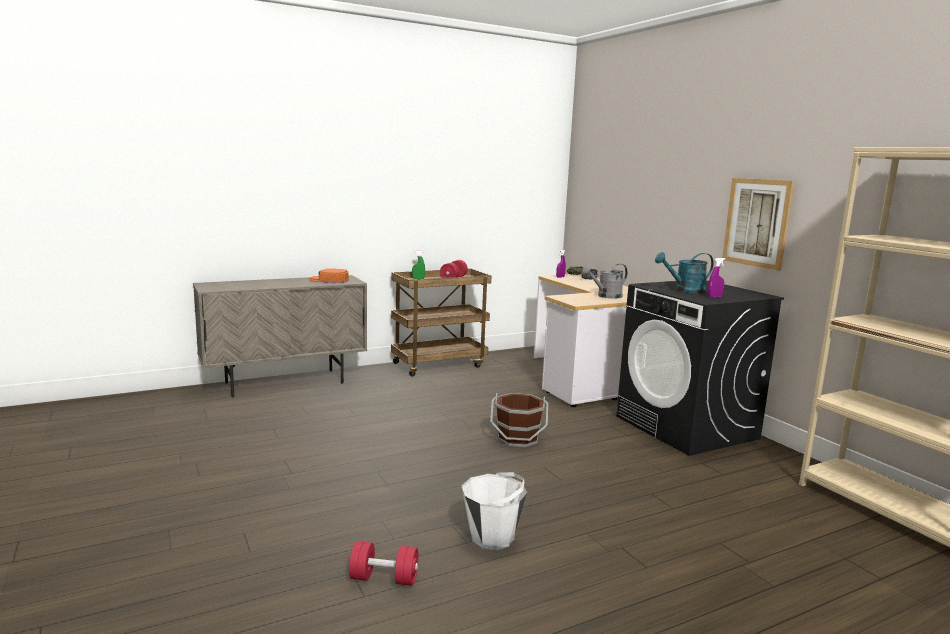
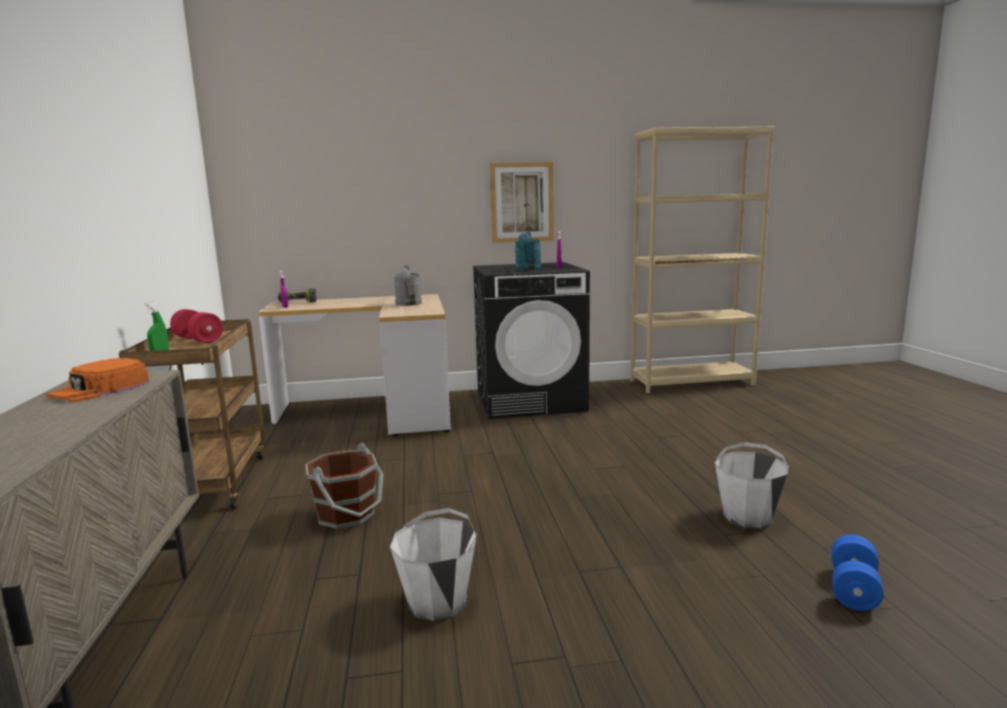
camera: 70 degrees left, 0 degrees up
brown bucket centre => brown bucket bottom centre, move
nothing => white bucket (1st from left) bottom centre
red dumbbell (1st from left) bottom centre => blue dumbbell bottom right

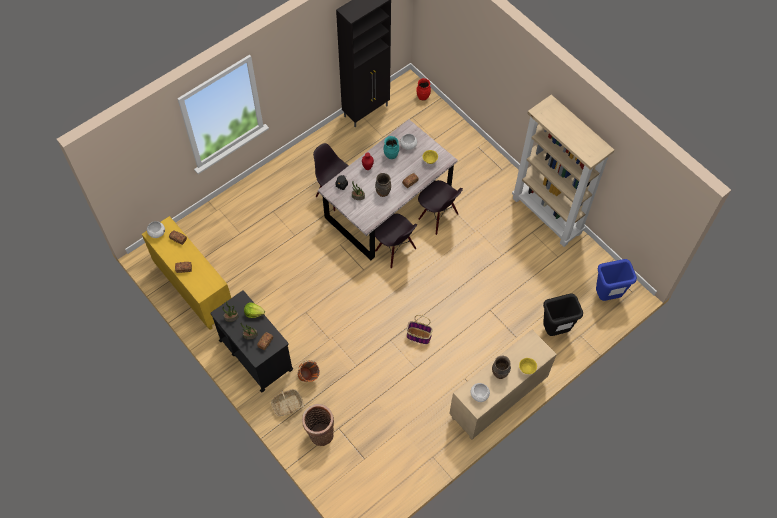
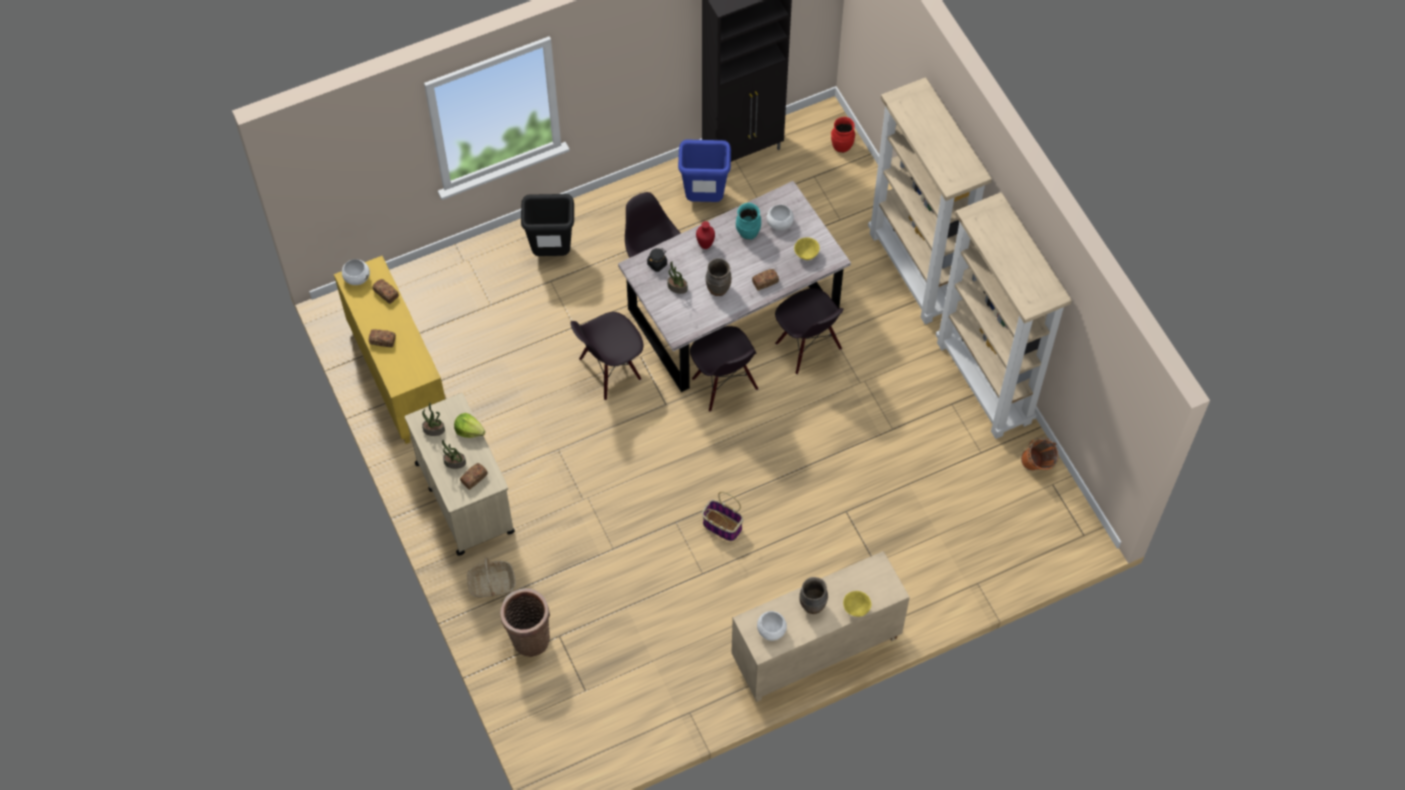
camera: 15 degrees right, 0 degrees up
black cart middle left => beige cart middle left
black trash can middle right => black trash can top centre, move
nothing => black chair (1st from left) centre
blue trash can middle right => blue trash can top centre, move
nothing => beige bookcase (1st from left) top centre
orange bucket bottom centre => orange bucket middle right, move

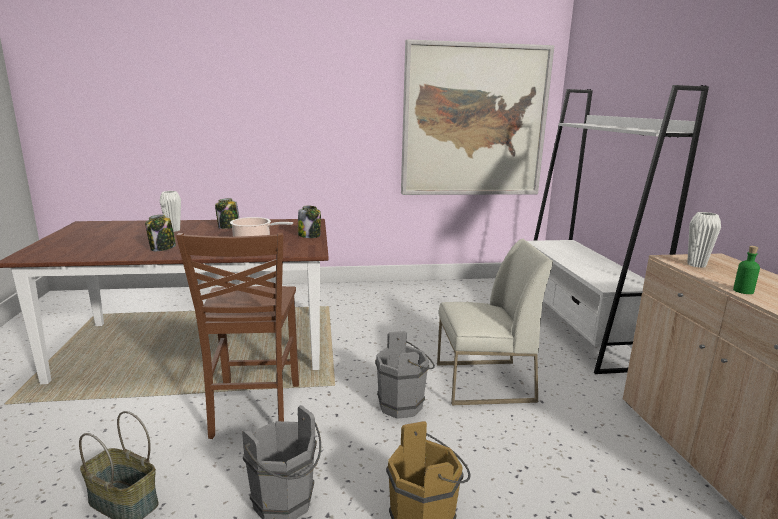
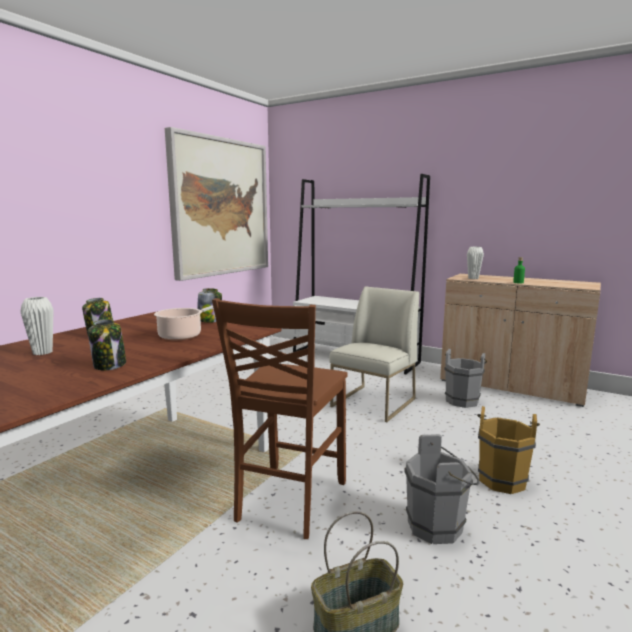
camera: 50 degrees left, 5 degrees down
brown chair middle left => brown chair centre, 75 degrees clockwise
grey bucket (2nd from left) bottom centre => grey bucket (2nd from left) middle right, move

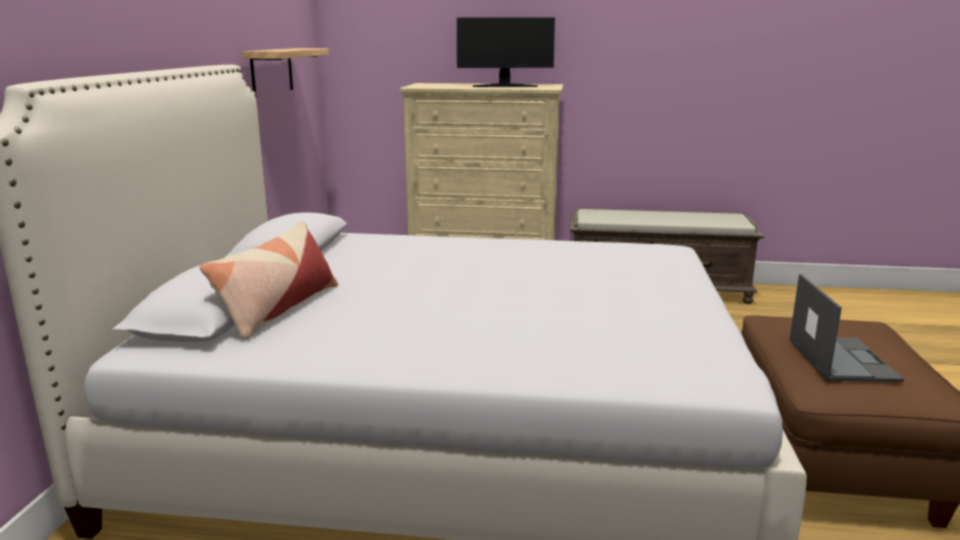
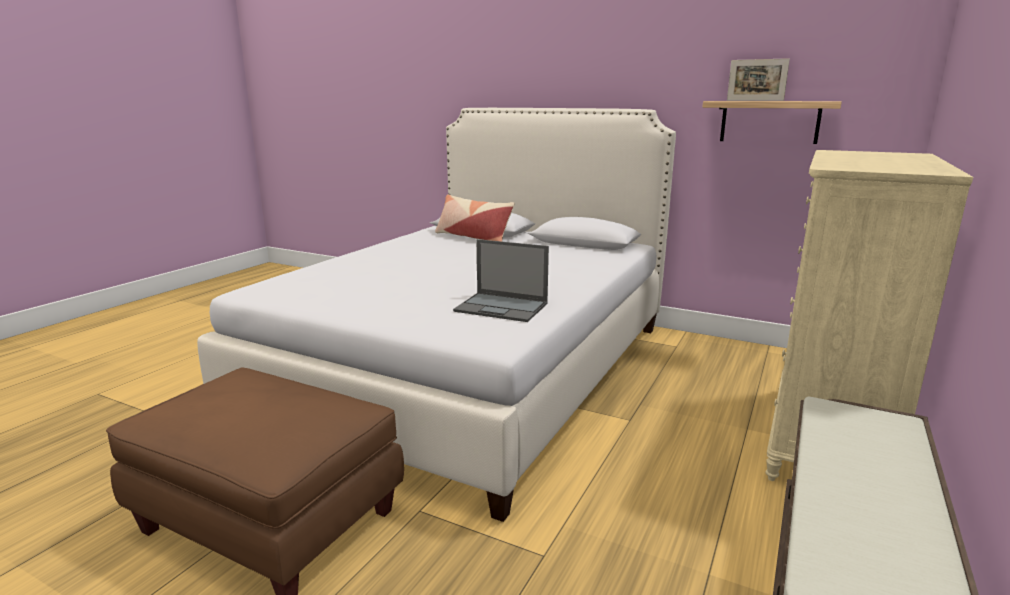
camera: 110 degrees right, 0 degrees up
laptop middle right => laptop centre, move
nothing => picture frame top right
monitor top centre => nothing

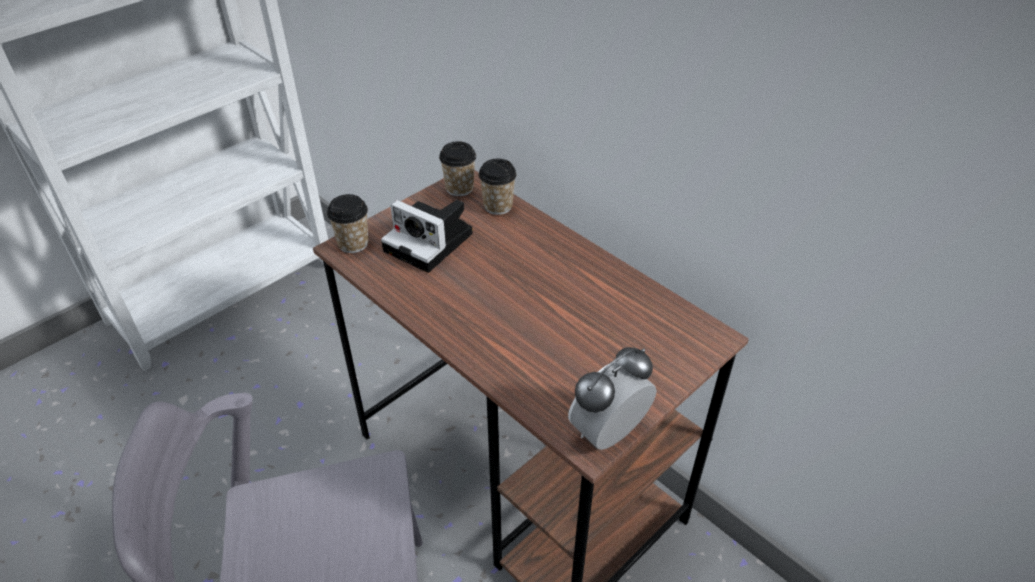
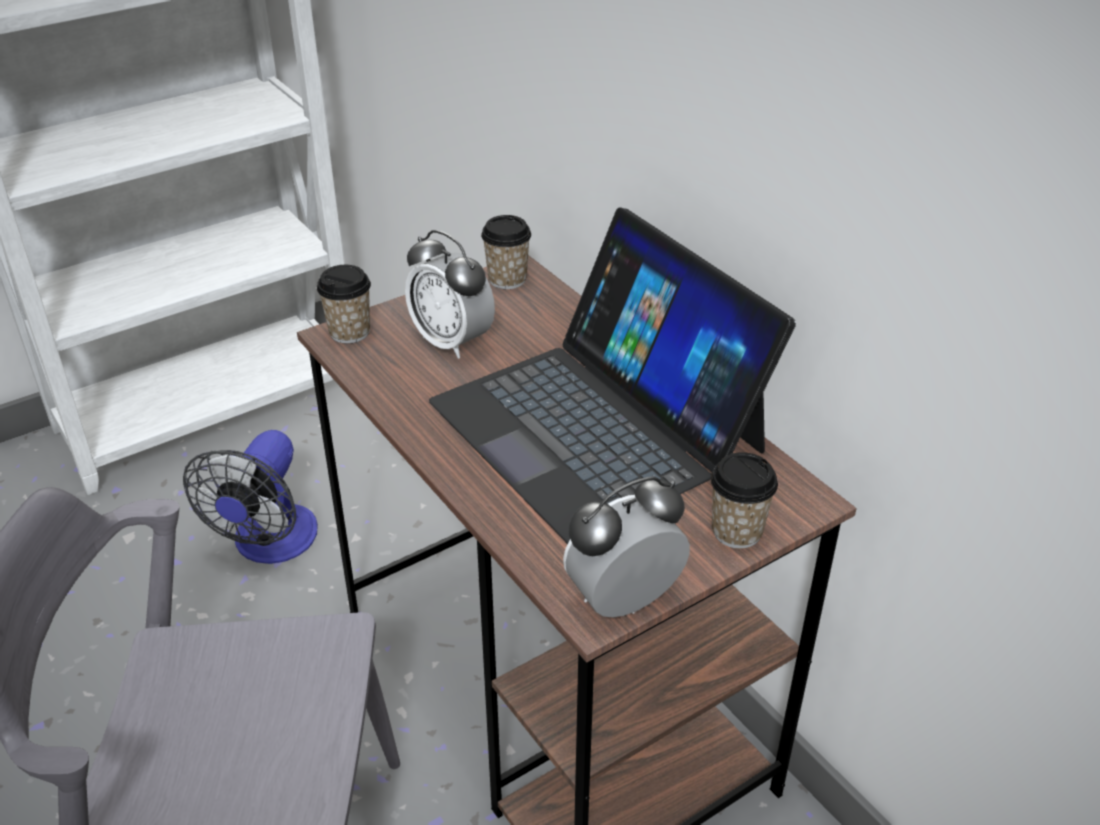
camera: 10 degrees right, 5 degrees down
nothing => fan middle left
photo camera centre => alarm clock (1st from left) centre
nothing => laptop centre
cup (3rd from left) top centre => cup (3rd from left) middle right, move

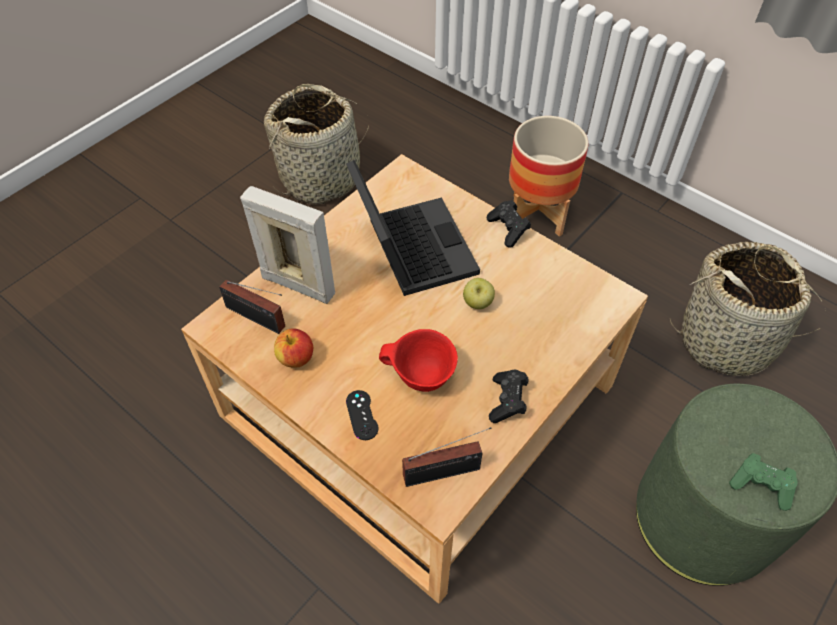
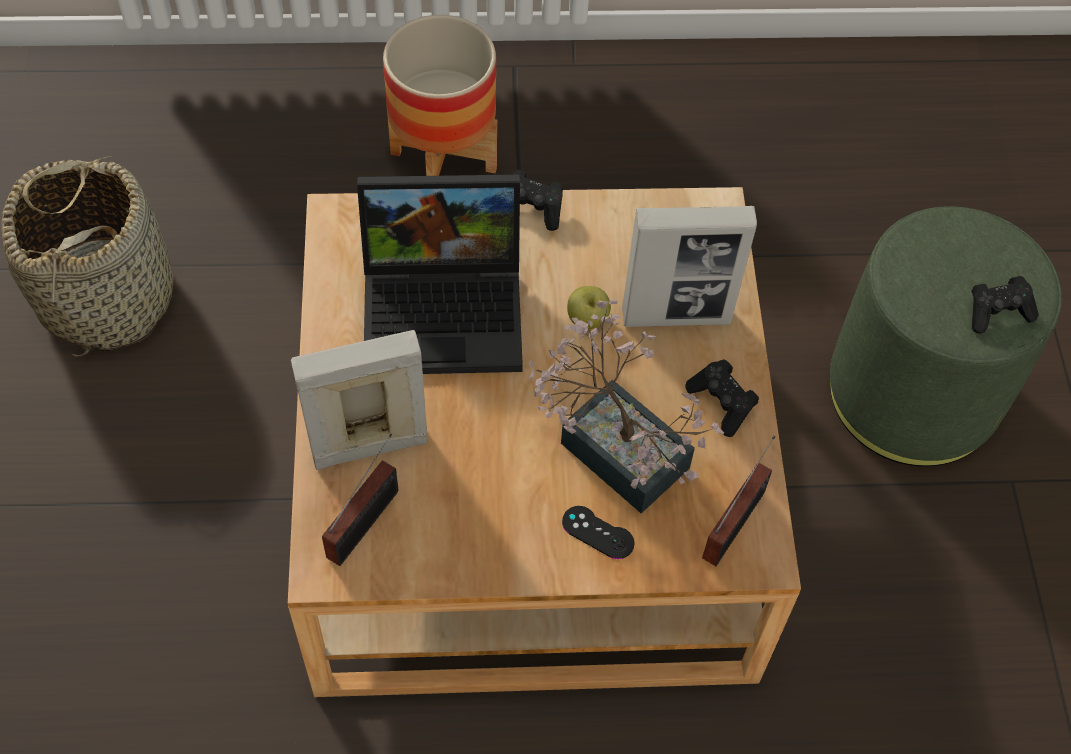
camera: 45 degrees left, 5 degrees up
radio (1st from left) middle left => radio (1st from left) centre, 45 degrees counterclockwise
laptop centre, 150 degrees clockwise
red bowl centre => potted plant centre
nothing => picture frame (2nd from left) centre
green game controller bottom right => black game controller (4th from left) middle right
apple (1st from left) centre => nothing
basket (2nd from left) middle right => nothing

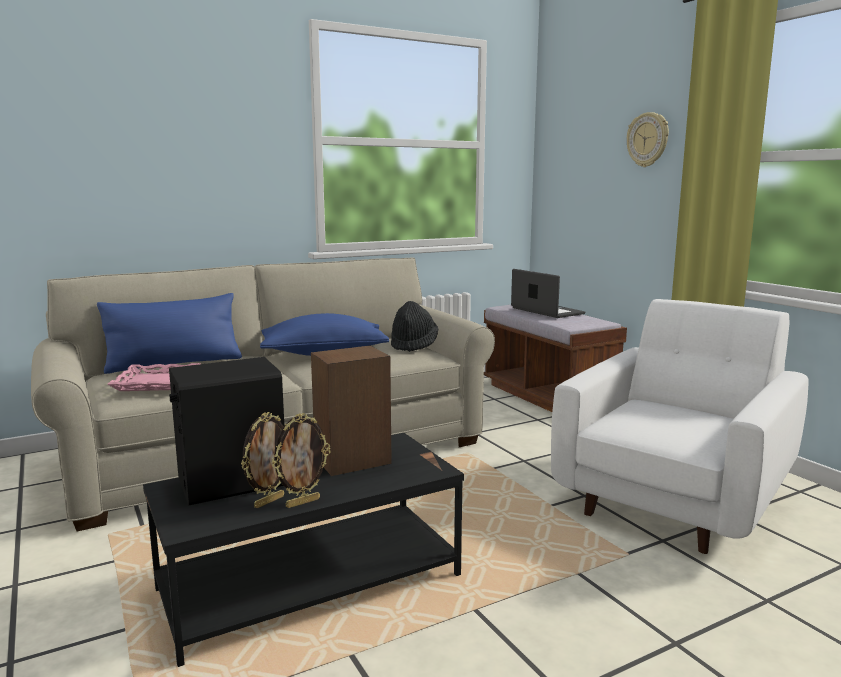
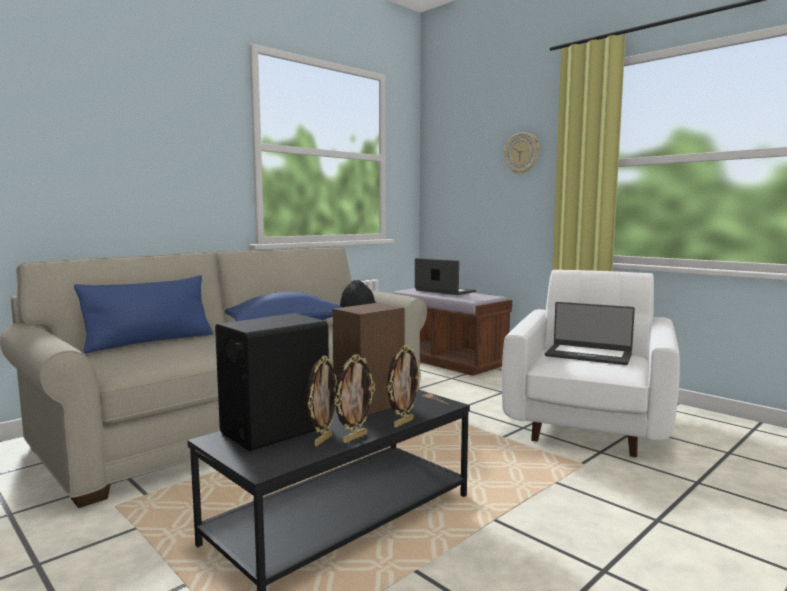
camera: 15 degrees left, 5 degrees down
nothing => picture frame (3rd from left) centre
nothing => laptop (2nd from left) middle right
pink tray middle left => nothing

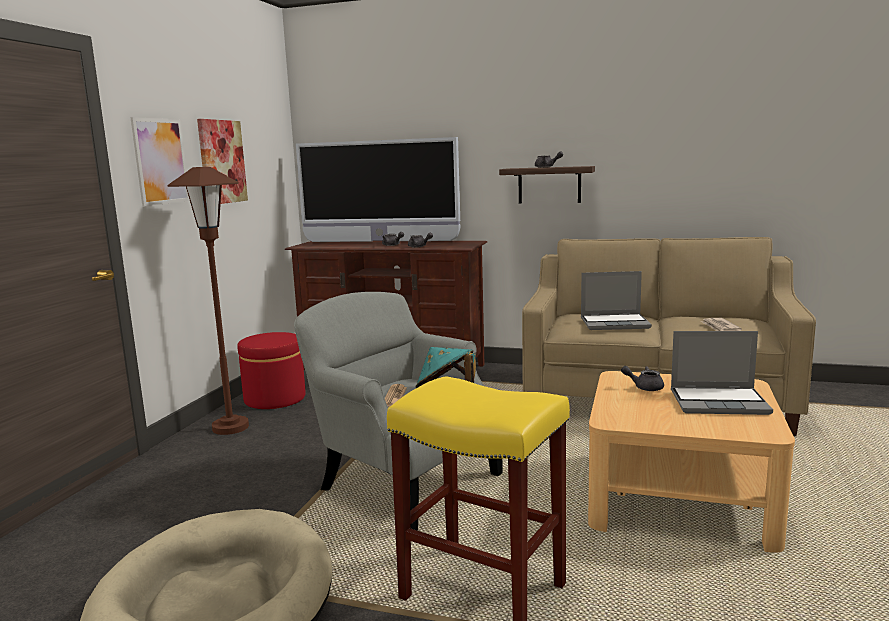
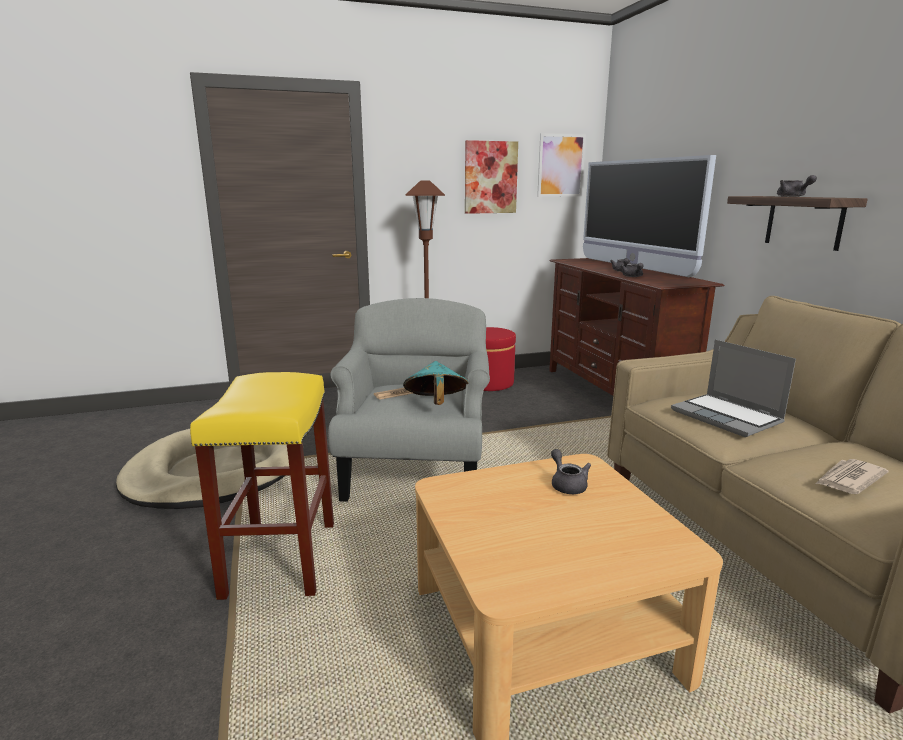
camera: 55 degrees right, 5 degrees up
picture (1st from left in the first image) top left => picture (2nd from left) top centre, move
laptop (2nd from left) middle right => nothing

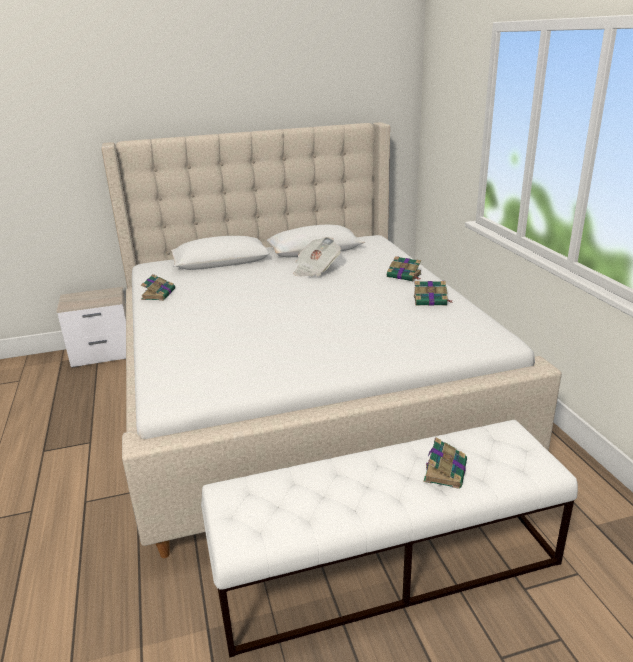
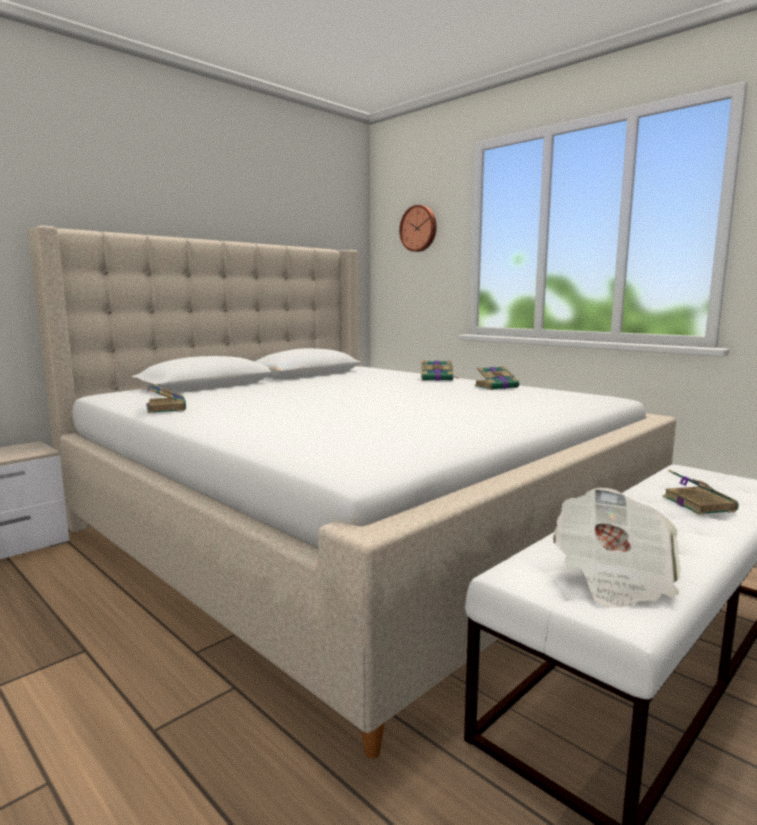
camera: 30 degrees left, 15 degrees down
nothing => wall clock top centre
newspaper centre => newspaper middle right, move

